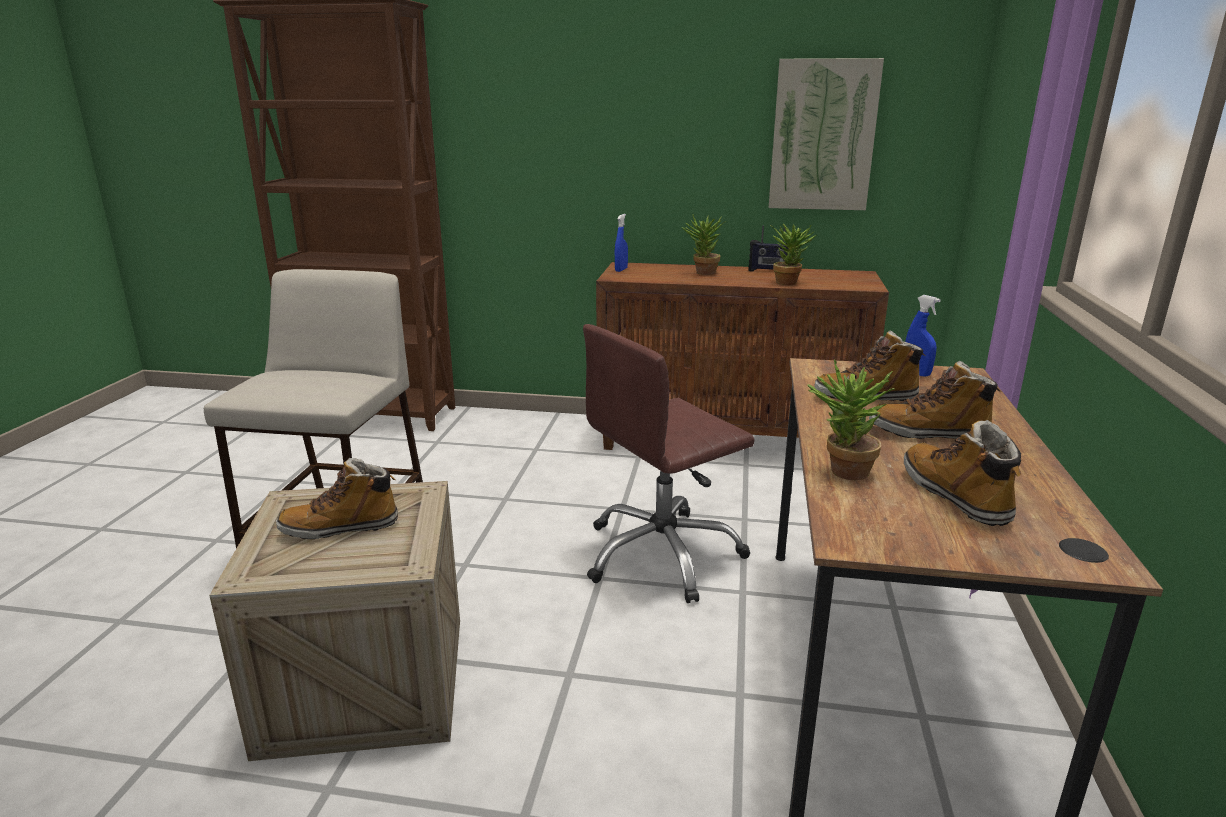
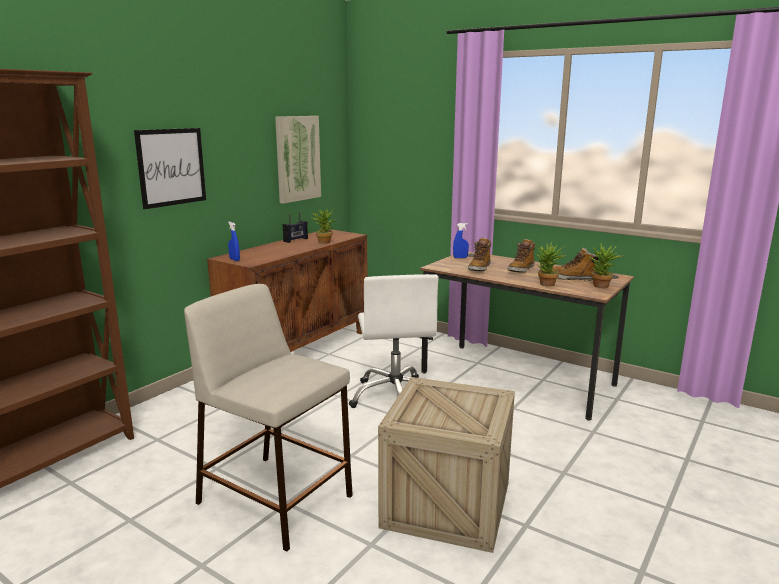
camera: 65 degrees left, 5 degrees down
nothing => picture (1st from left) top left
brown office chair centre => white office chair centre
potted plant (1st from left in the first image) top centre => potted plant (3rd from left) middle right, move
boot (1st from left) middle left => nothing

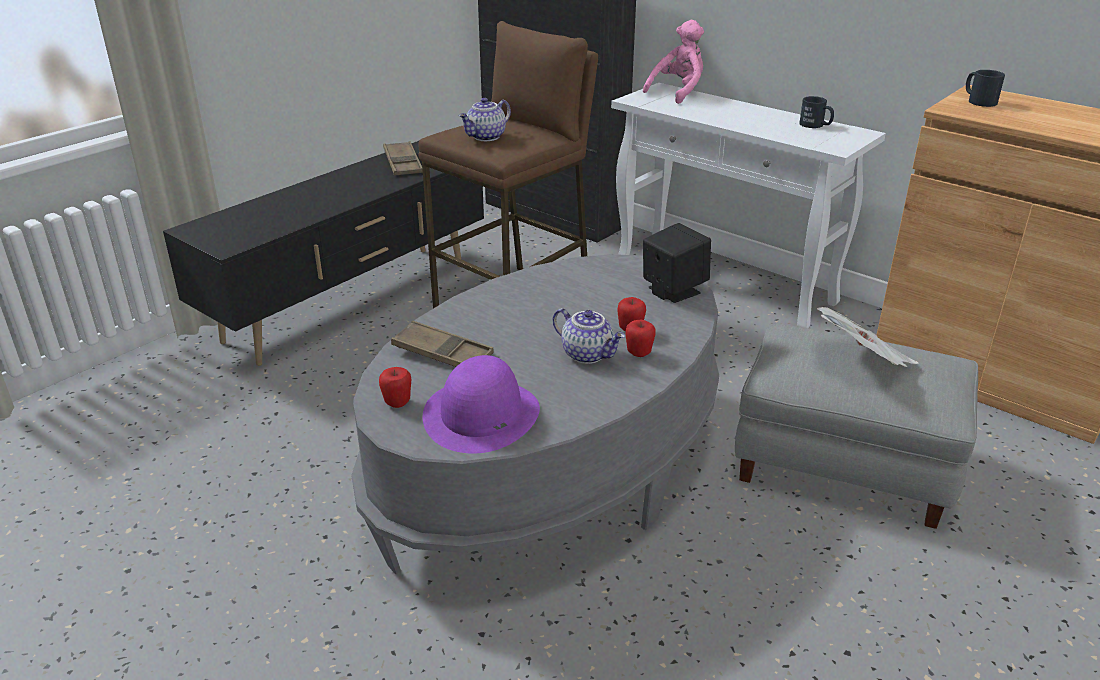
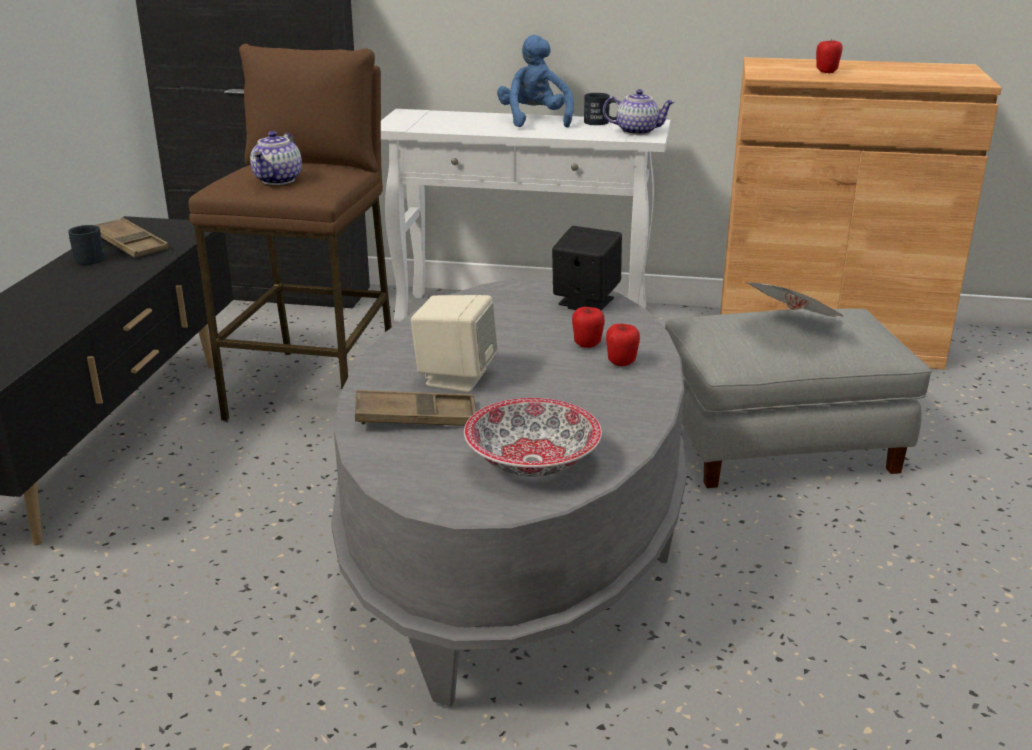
camera: 30 degrees left, 5 degrees down
black mug (2nd from left in the first image) top right => black mug (1st from left) top left, move
nothing => beige speaker centre
purple hat centre => bowl centre
nothing => blue plush toy top centre
teapot (2nd from left) centre => teapot (2nd from left) top centre, move
apple (1st from left in the first image) centre => apple (3rd from left) top right, move
pink plush toy top centre => nothing

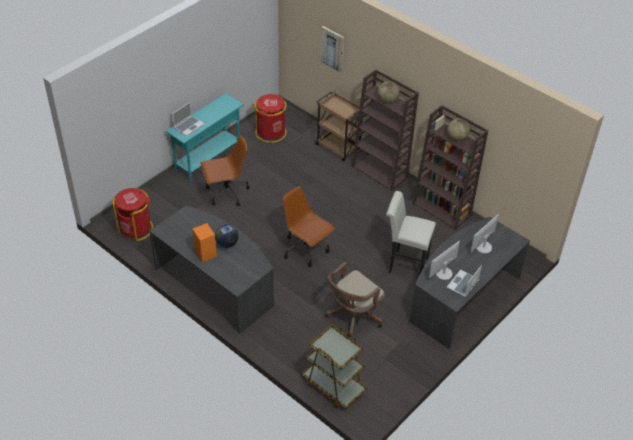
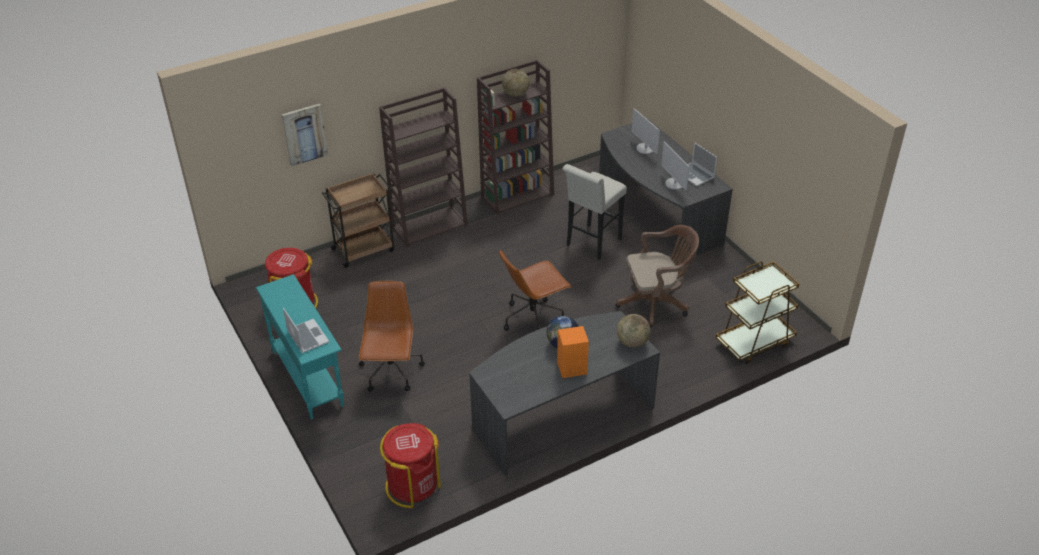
camera: 70 degrees left, 5 degrees down
brown office chair (3rd from left) bottom centre => brown office chair (3rd from left) centre, 75 degrees counterclockwise
globe (2nd from left in the first image) top centre => globe (3rd from left) centre, move

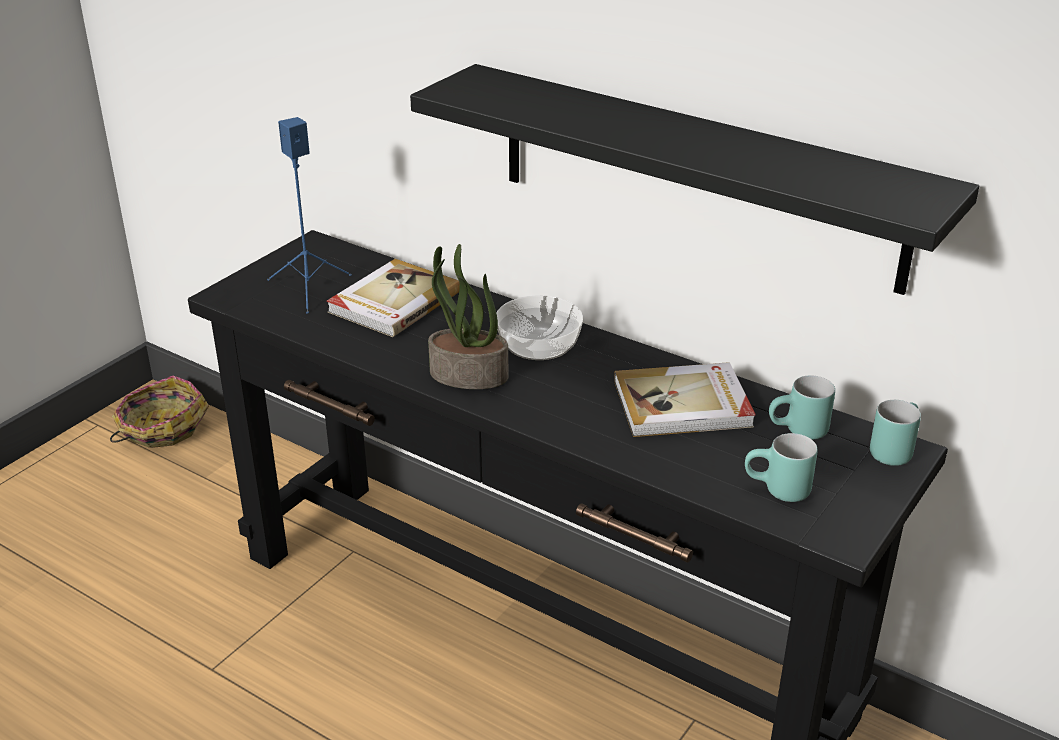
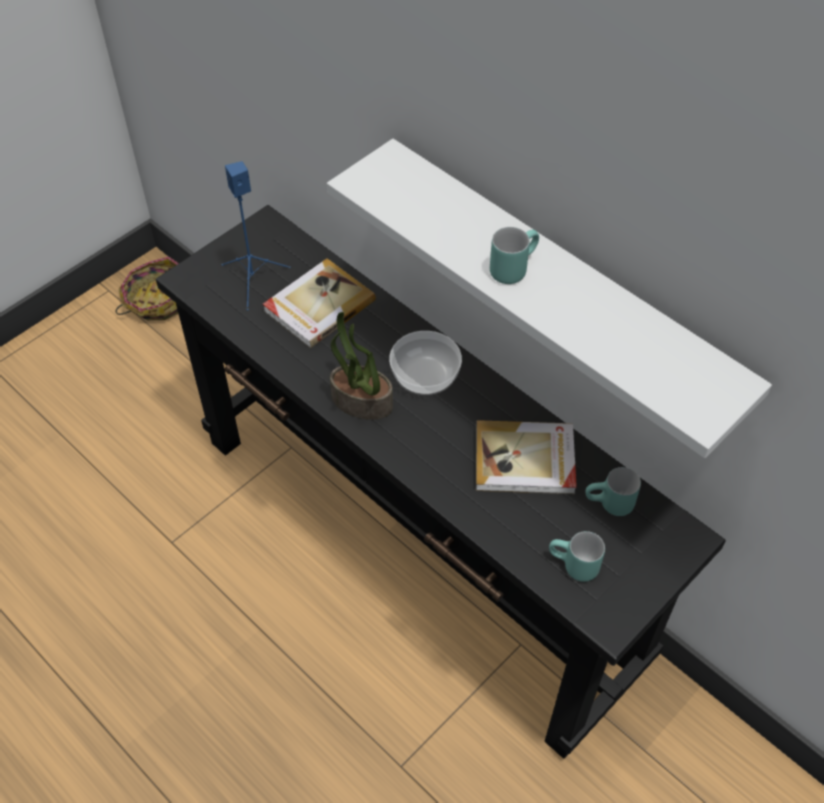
camera: 10 degrees right, 20 degrees up
black shelf top centre => white shelf centre
turquoise mug (3rd from left in the first image) middle right => turquoise mug (1st from left) top centre, move

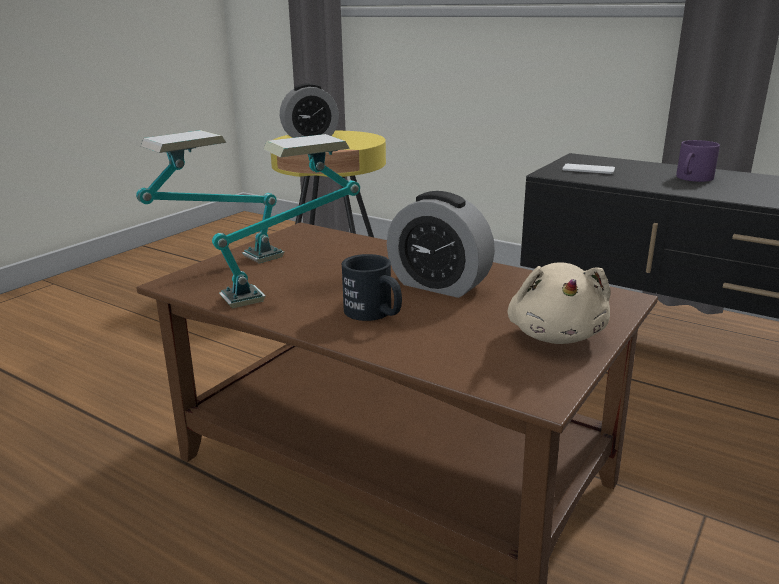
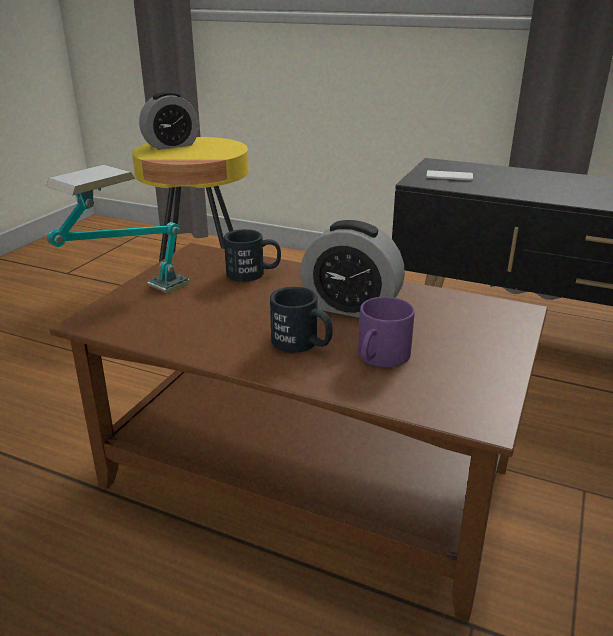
camera: 10 degrees left, 5 degrees up
nothing => black mug (1st from left) centre
purple mug top right => purple mug centre, move
table lamp (2nd from left) centre => nothing
beige plush toy middle right => nothing

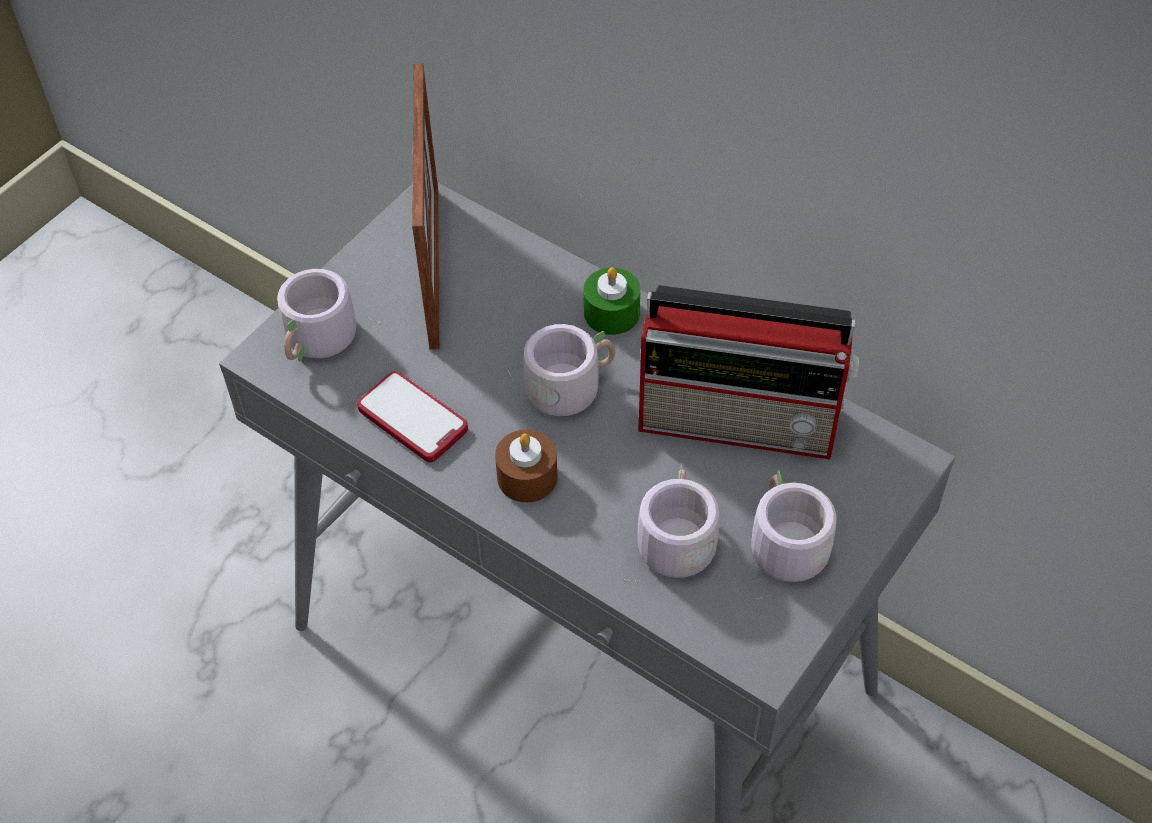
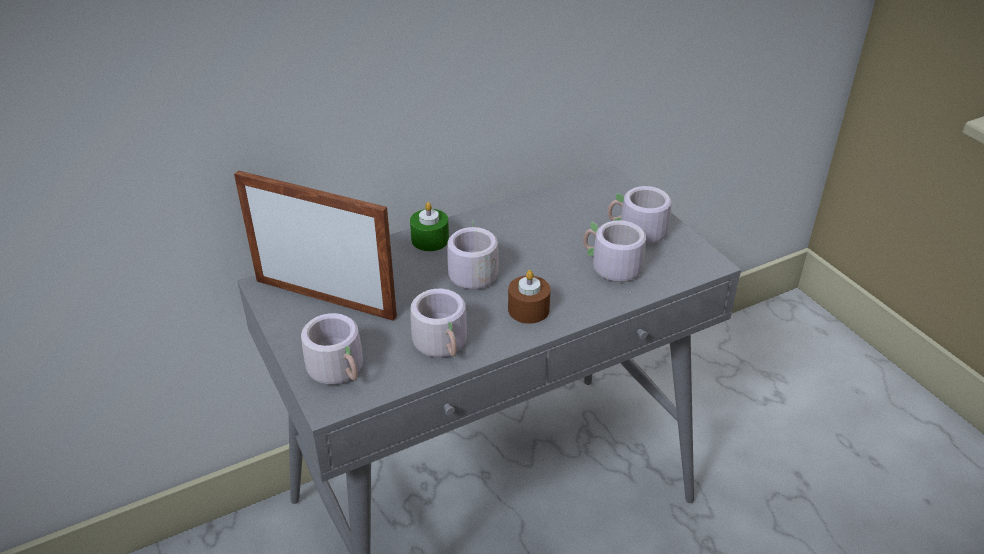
camera: 65 degrees left, 15 degrees down
phone centre => grey mug (2nd from left) centre
radio centre => nothing

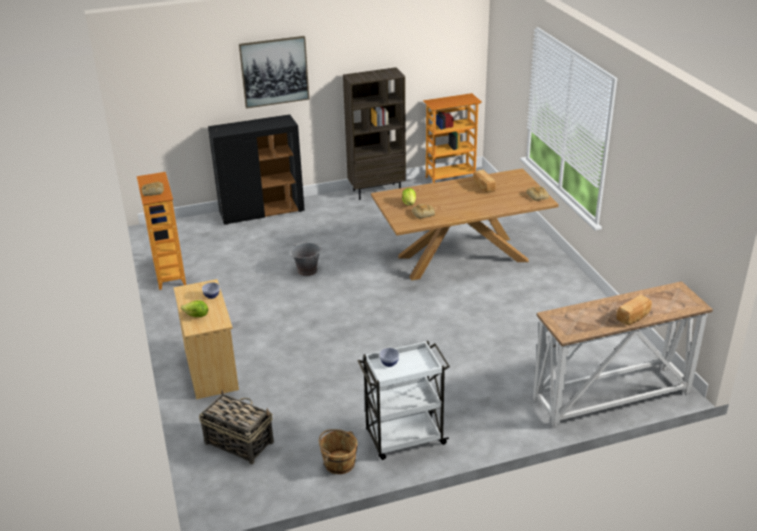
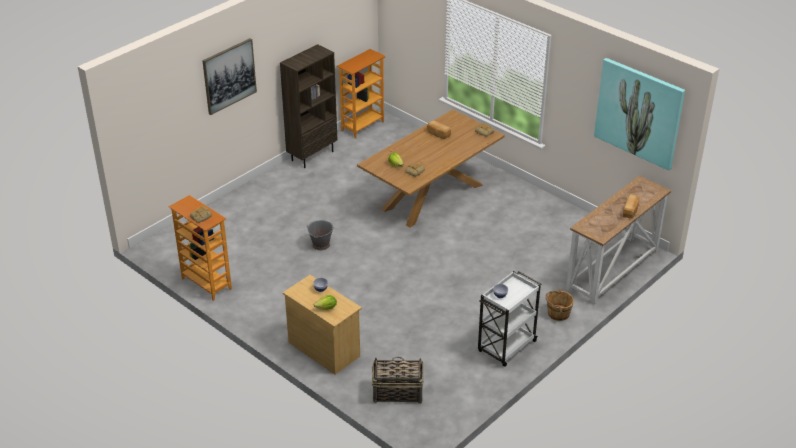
camera: 30 degrees left, 5 degrees up
brown bucket bottom centre => brown bucket bottom right, move
nothing => picture (2nd from left) top right
black cabinet top centre => nothing

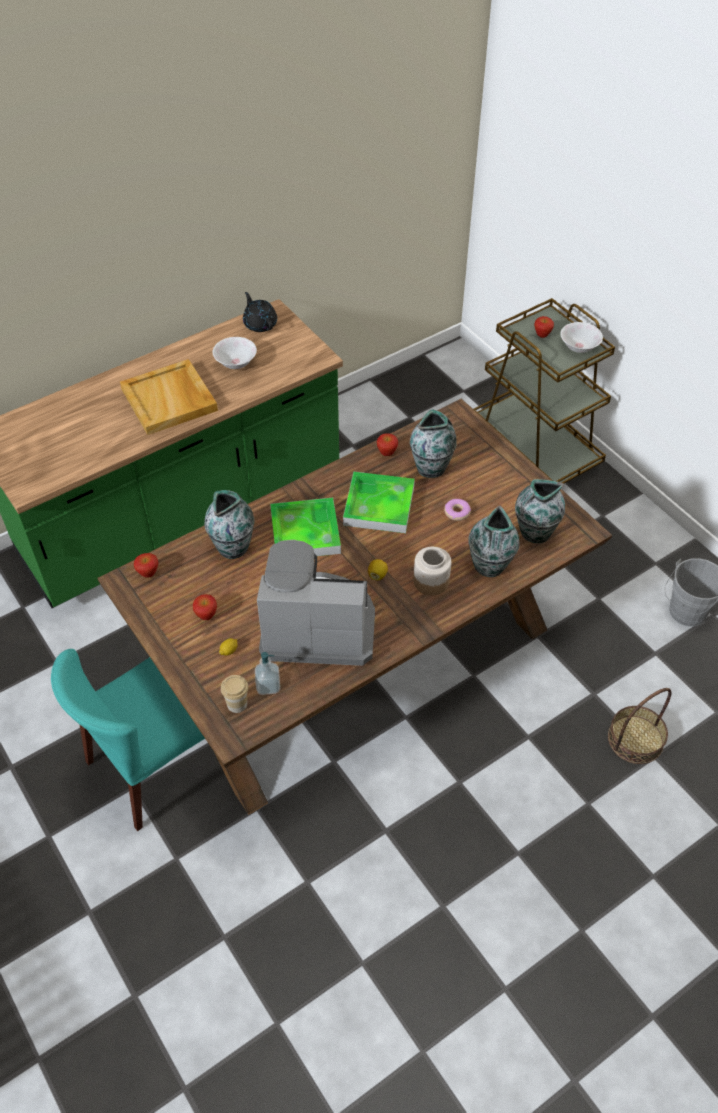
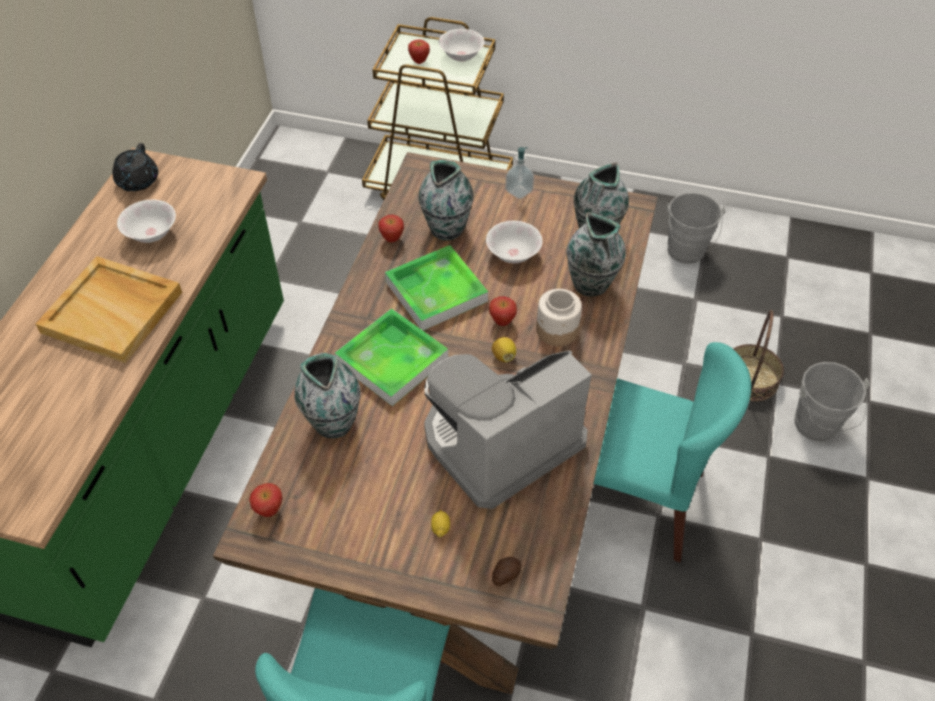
camera: 40 degrees left, 0 degrees up
black teapot top centre => black teapot top left, 105 degrees counterclockwise
donut centre => white bowl (3rd from left) centre
apple (2nd from left in the first image) middle left => apple (4th from left) centre, move
cup middle left => potato bottom centre
soap dispenser centre => soap dispenser top centre, move
nothing => turquoise chair (2nd from left) middle right
nothing => grey bucket (2nd from left) middle right

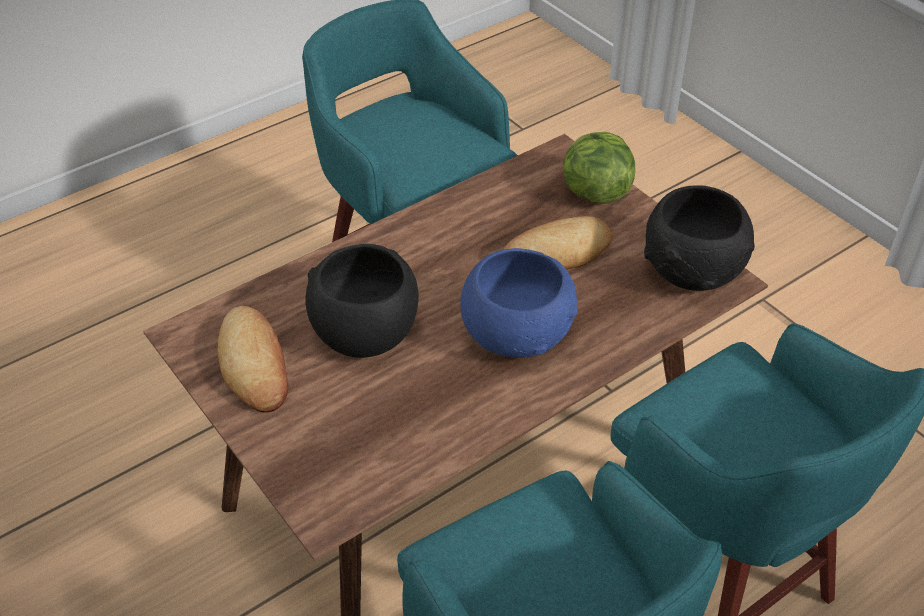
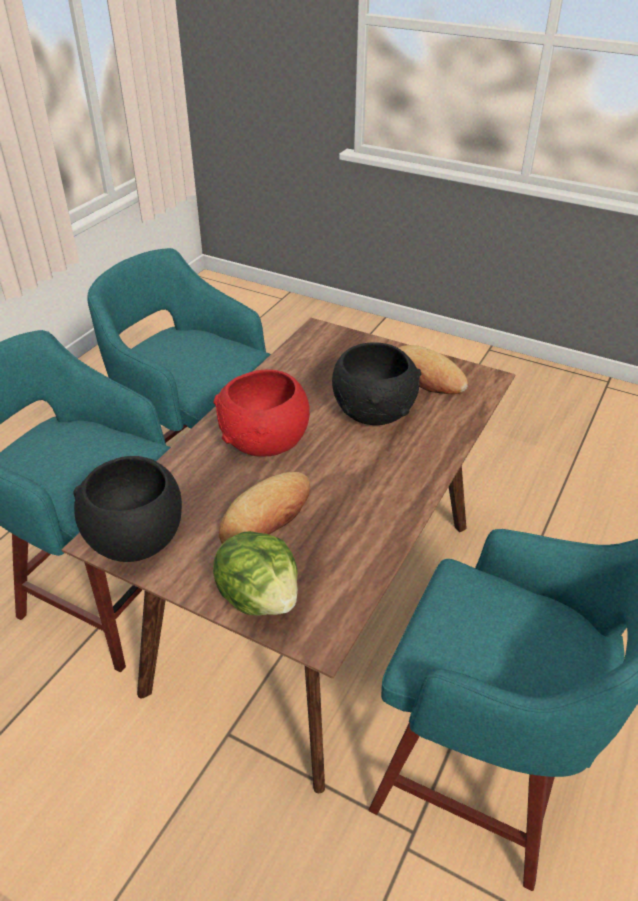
camera: 155 degrees right, 5 degrees down
blue bowl centre => red bowl centre

